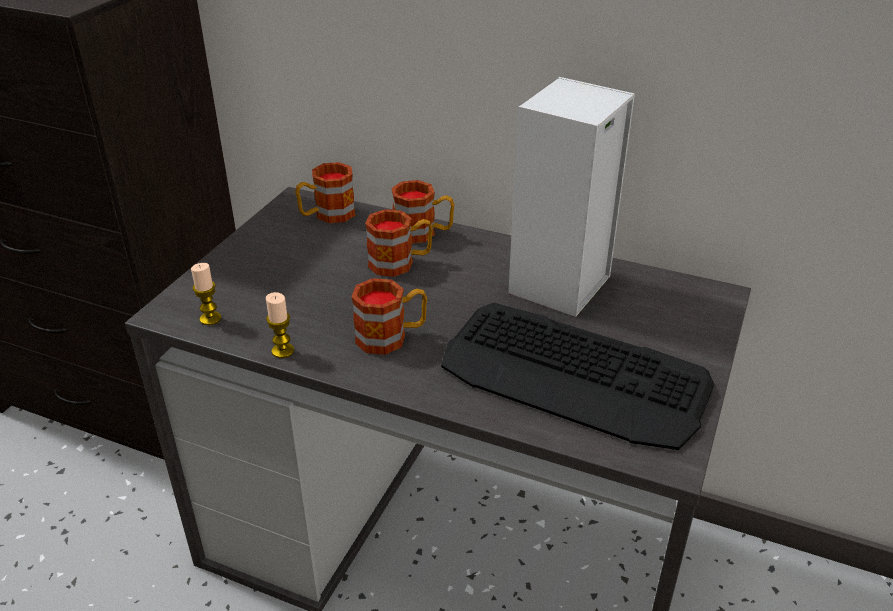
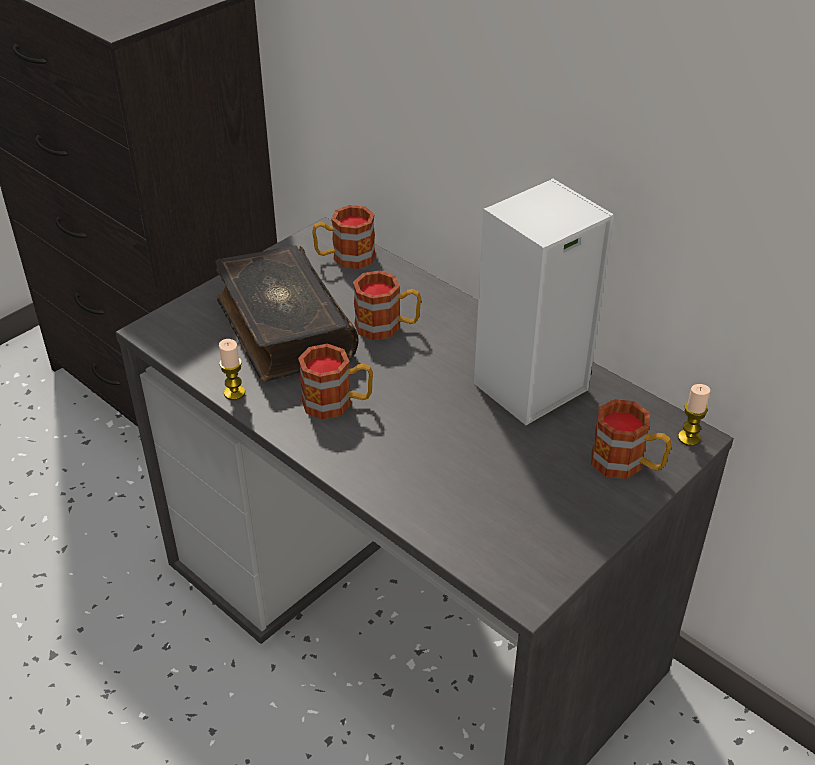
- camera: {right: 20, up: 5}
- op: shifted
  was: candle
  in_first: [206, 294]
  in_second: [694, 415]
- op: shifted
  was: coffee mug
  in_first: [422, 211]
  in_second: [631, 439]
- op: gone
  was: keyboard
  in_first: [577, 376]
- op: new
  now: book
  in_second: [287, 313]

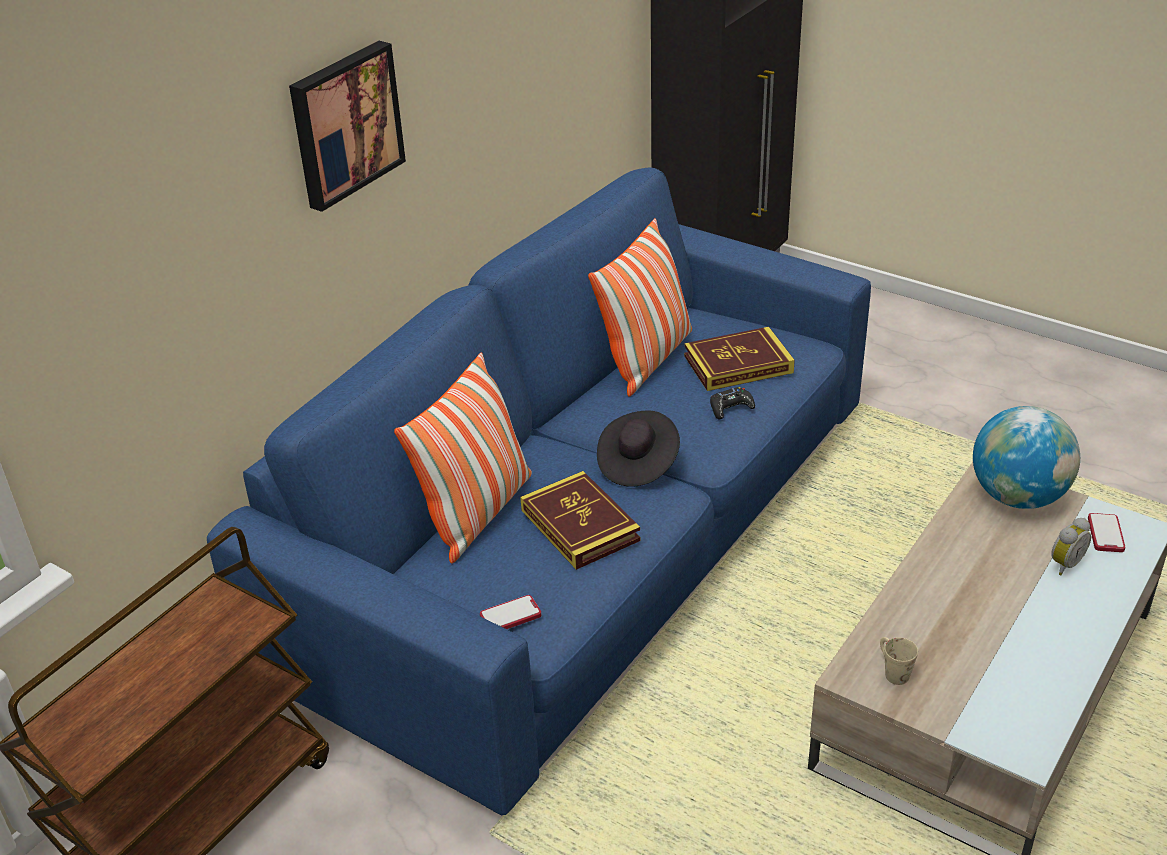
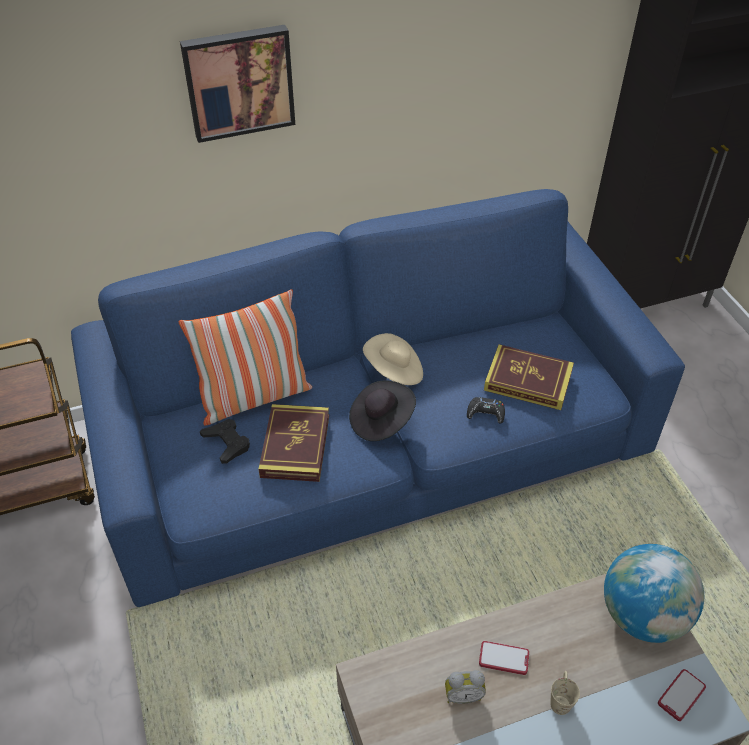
- camera: {right: 35, up: 10}
- op: shifted
  was: phone
  in_first: [510, 612]
  in_second: [504, 658]
- op: gone
  was: pillow
  in_first: [640, 307]
- op: shifted
  was: beige coffee mug
  in_first: [899, 661]
  in_second: [565, 693]
- op: shifted
  was: table clock
  in_first: [1071, 546]
  in_second: [465, 687]
- op: new
  now: blackish joypad
  in_second: [225, 441]
- op: new
  now: beige wearable hat
  in_second: [393, 359]

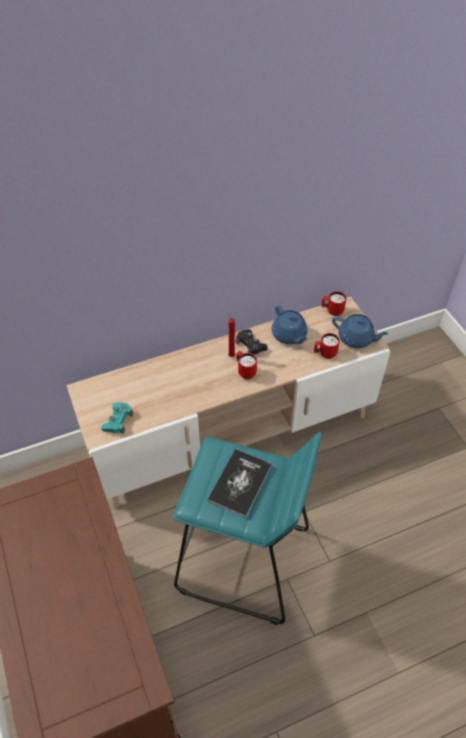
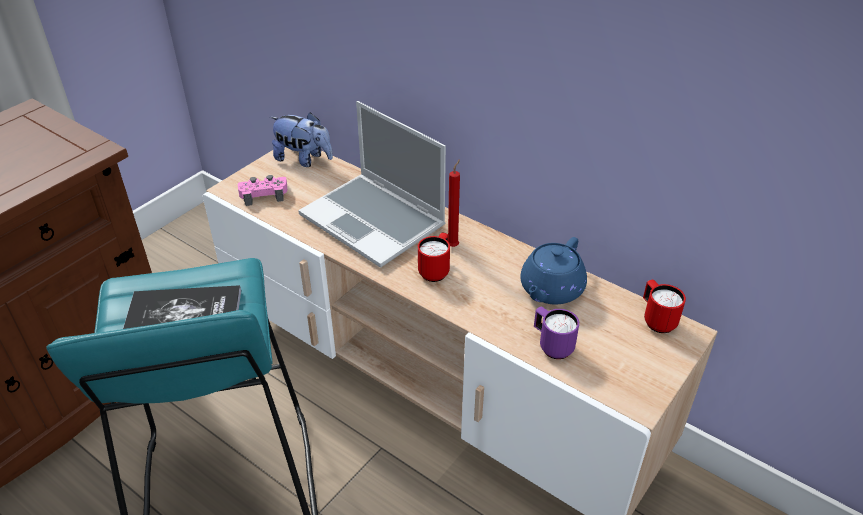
- camera: {right: 60, up: -10}
- op: repainted
  was: turquoise joypad
  now: pink-coloured joypad
  in_first: [117, 418]
  in_second: [262, 190]
- op: gone
  was: blackish joypad
  in_first: [251, 341]
- op: repainted
  was: red coffee mug
  now: purple-coloured coffee mug
  in_first: [327, 346]
  in_second: [556, 333]
- op: gone
  was: blue teapot
  in_first: [360, 331]
- op: new
  now: plush toy
  in_second: [301, 139]
- op: new
  now: notebook computer
  in_second: [372, 184]

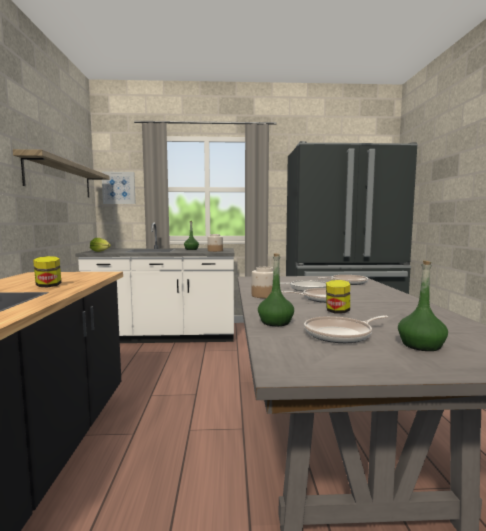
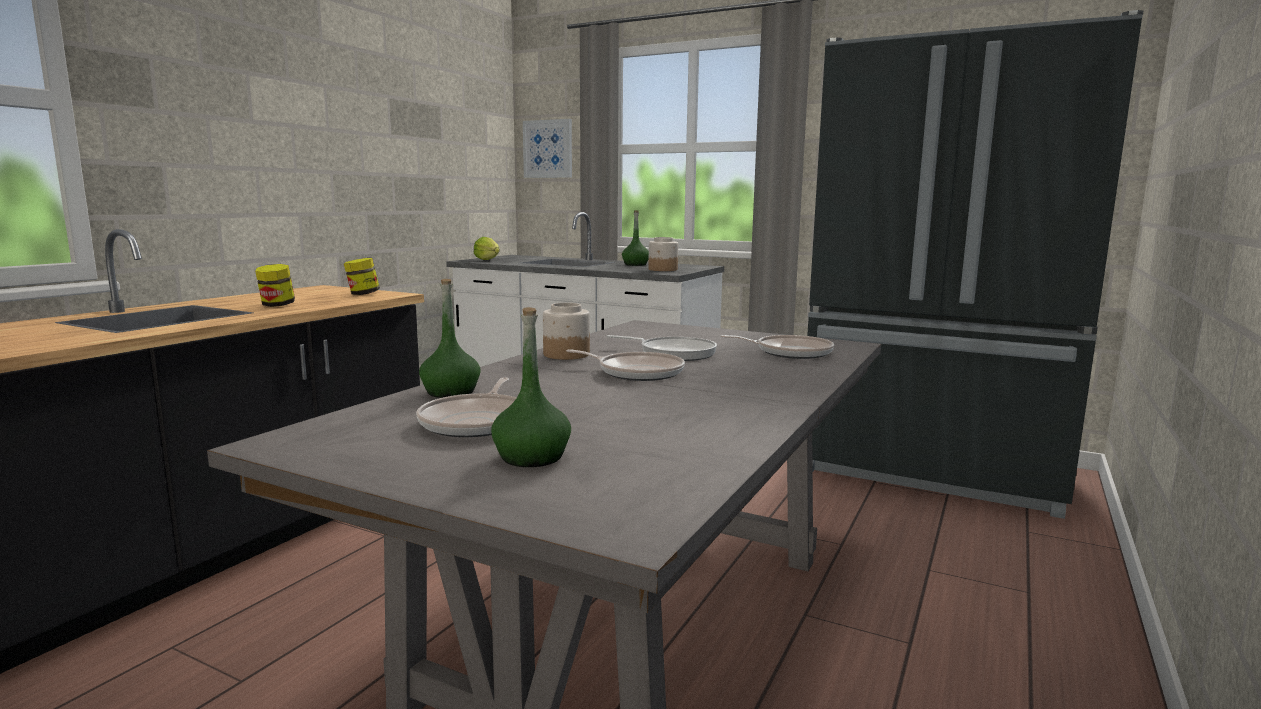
- camera: {right: 30, up: 5}
- op: gone
  was: shelf
  in_first: [61, 173]
- op: rotated
  was: skillet
  in_first: [346, 329]
  in_second: [466, 407]
  clockwise: -90
- op: shifted
  was: storage jar
  in_first: [338, 297]
  in_second: [362, 276]

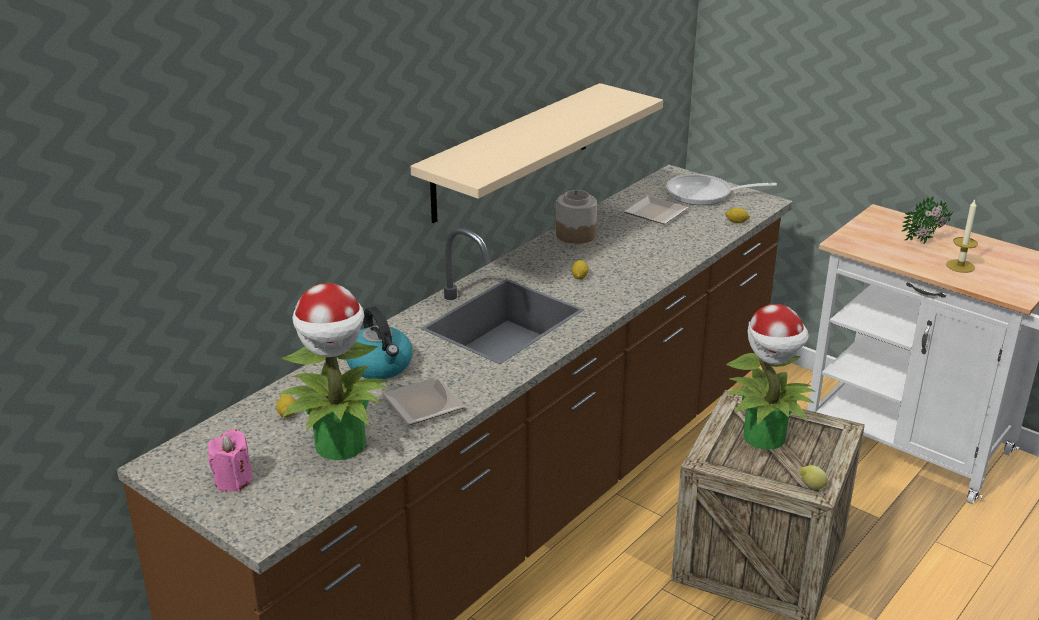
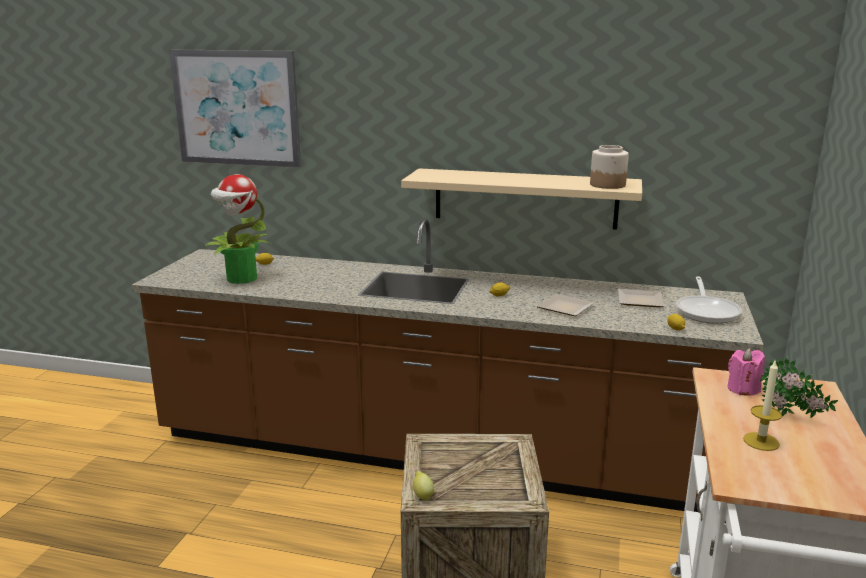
- camera: {right: 65, up: -10}
- op: shifted
  was: pink-coloured candle
  in_first: [230, 460]
  in_second: [746, 372]
- op: gone
  was: kettle
  in_first: [379, 342]
- op: shifted
  was: flat dish
  in_first: [423, 401]
  in_second: [565, 305]
- op: shifted
  was: storage jar
  in_first: [576, 217]
  in_second: [609, 167]
- op: rotated
  was: skillet
  in_first: [721, 189]
  in_second: [709, 300]
  clockwise: -150
- op: gone
  was: plant in a pot
  in_first: [770, 377]
- op: new
  now: wall art
  in_second: [235, 109]

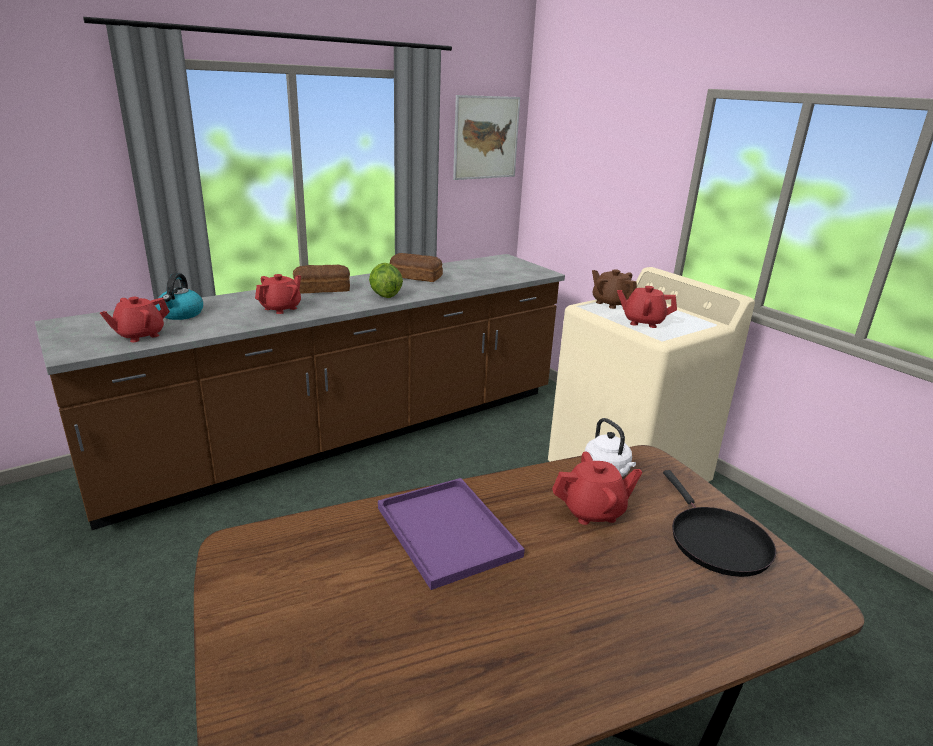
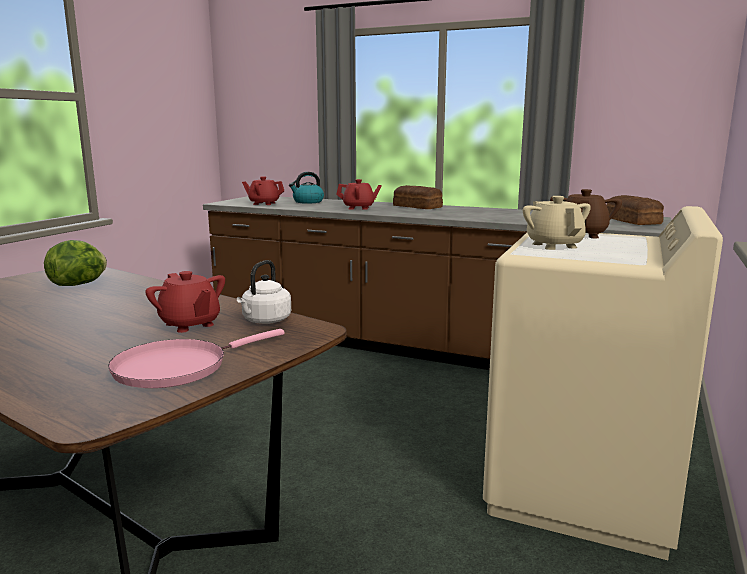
- camera: {right: 60, up: -10}
- op: shifted
  was: head of lettuce
  in_first: [386, 280]
  in_second: [75, 263]
- op: gone
  was: purple-coloured serving tray
  in_first: [451, 534]
- op: shifted
  was: bread
  in_first: [416, 267]
  in_second: [635, 210]
- op: gone
  was: wall art
  in_first: [486, 137]
- op: repainted
  was: red teapot
  now: beige teapot
  in_first: [647, 307]
  in_second: [557, 223]
- op: repainted
  was: blackish skillet
  now: pink-coloured skillet
  in_first: [719, 523]
  in_second: [196, 358]

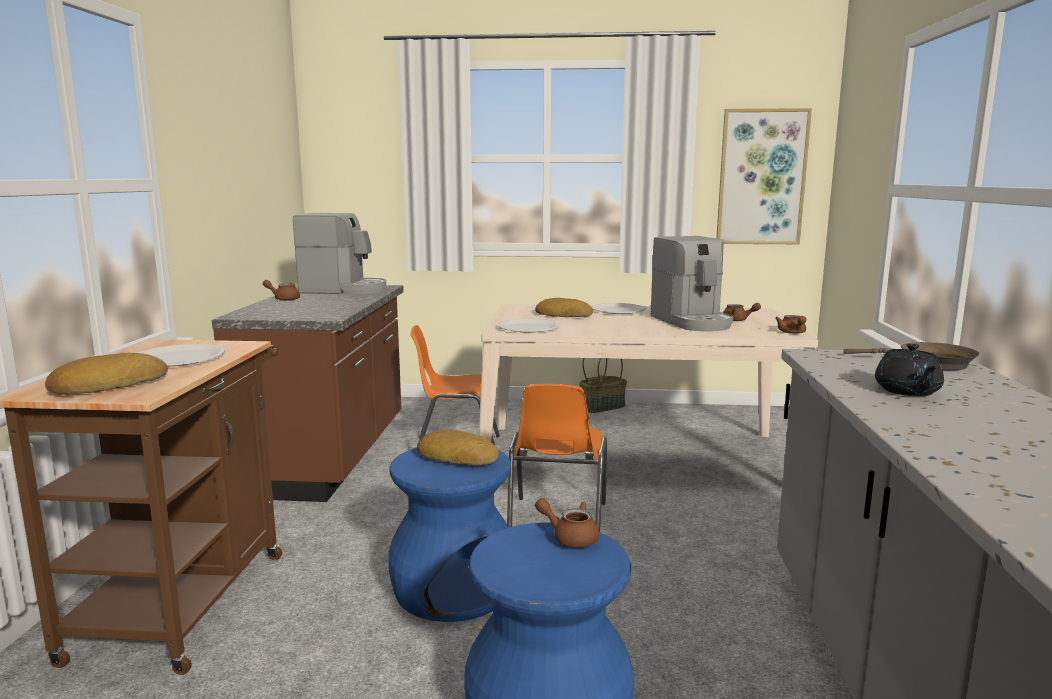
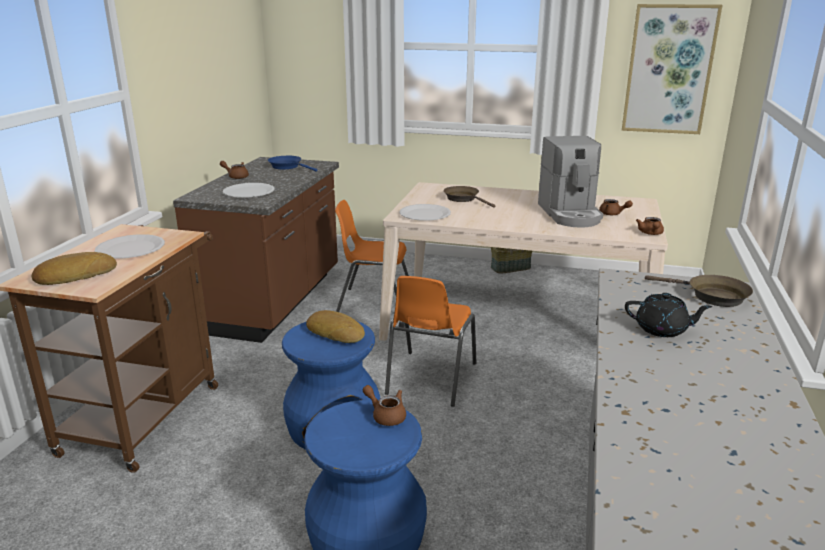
- camera: {right: 10, up: 10}
- op: swapped
  was: coffee maker
  now: blue skillet
  in_first: [339, 253]
  in_second: [293, 164]
- op: swapped
  was: bread
  now: brown skillet
  in_first: [564, 307]
  in_second: [469, 197]
- op: shifted
  was: white-coloured flat dish
  in_first: [618, 308]
  in_second: [248, 190]
- op: rotated
  was: blackish teapot
  in_first: [909, 370]
  in_second: [668, 315]
  clockwise: -90

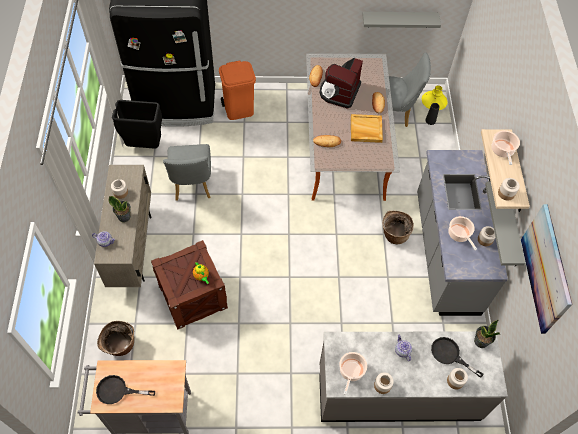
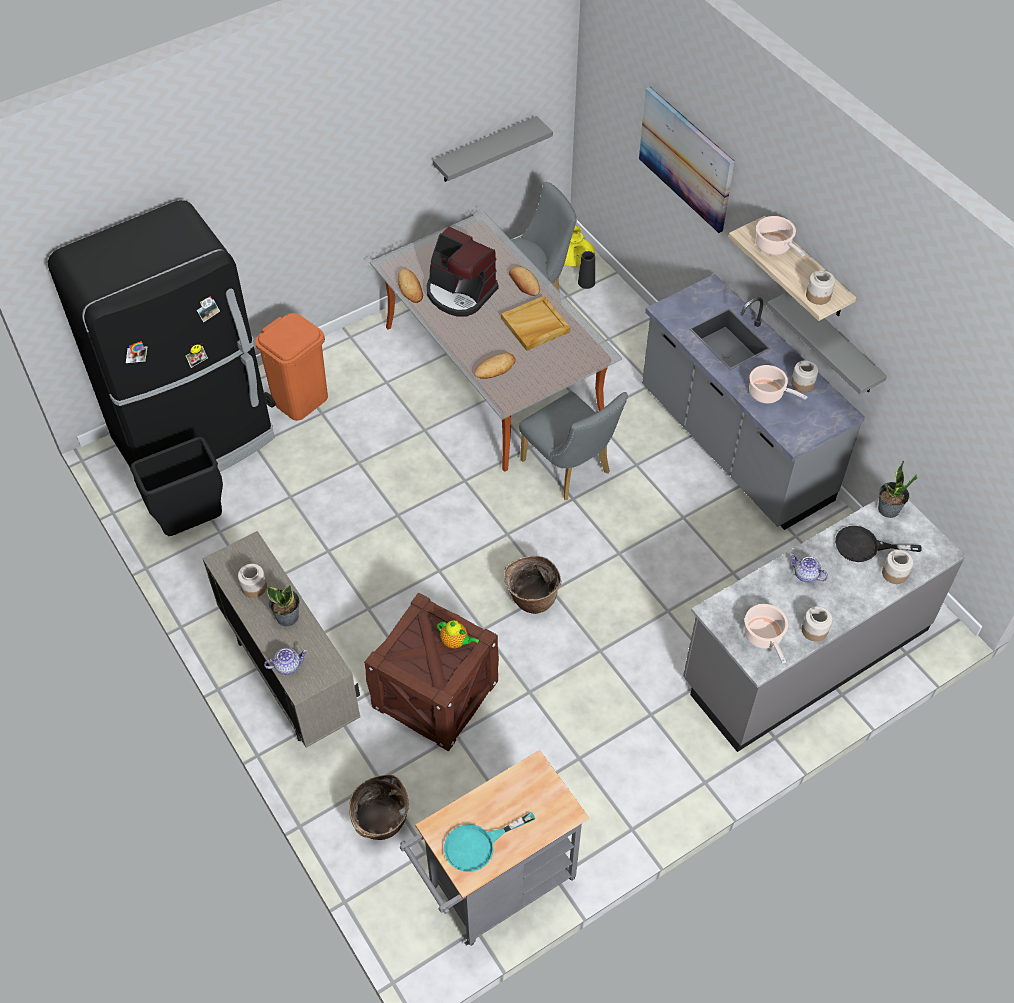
- camera: {right: -30, up: -5}
- op: repainted
  was: blackish skillet
  now: turquoise skillet
  in_first: [125, 389]
  in_second: [489, 842]
- op: shifted
  was: grey upright chair
  in_first: [187, 172]
  in_second: [573, 446]
- op: rotated
  was: coffee maker
  in_first: [341, 83]
  in_second: [462, 272]
  clockwise: -45
- op: shifted
  was: storage basket
  in_first: [398, 227]
  in_second: [532, 585]
- op: shifted
  was: wall art
  in_first: [547, 269]
  in_second: [687, 160]

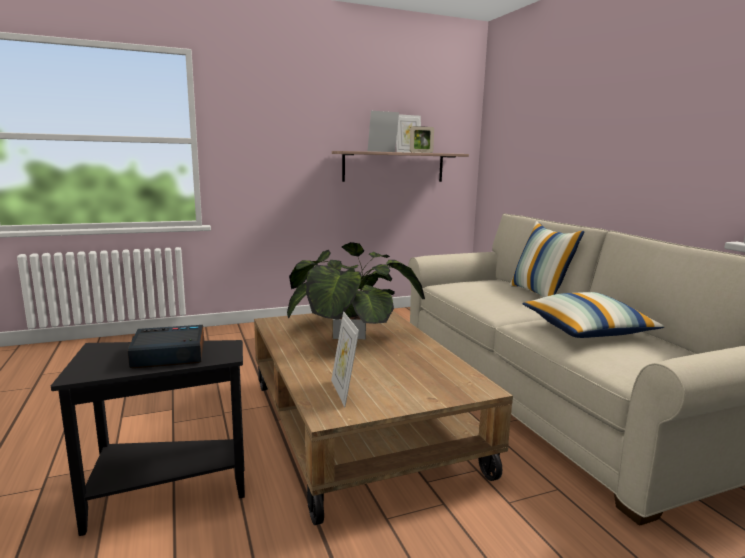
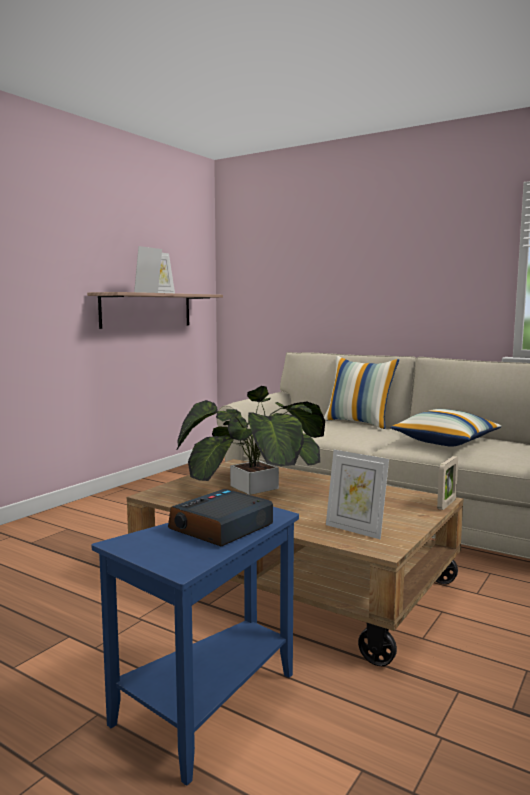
- camera: {right: -35, up: -5}
- op: repainted
  was: blackish end table
  now: blue end table
  in_first: [148, 438]
  in_second: [195, 646]
- op: shifted
  was: standing frame
  in_first: [422, 139]
  in_second: [447, 483]

